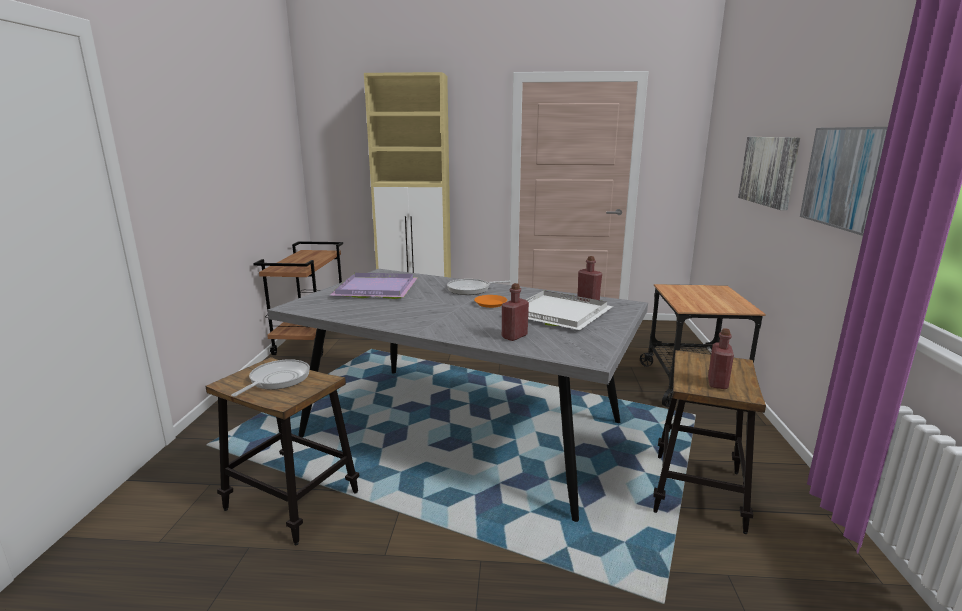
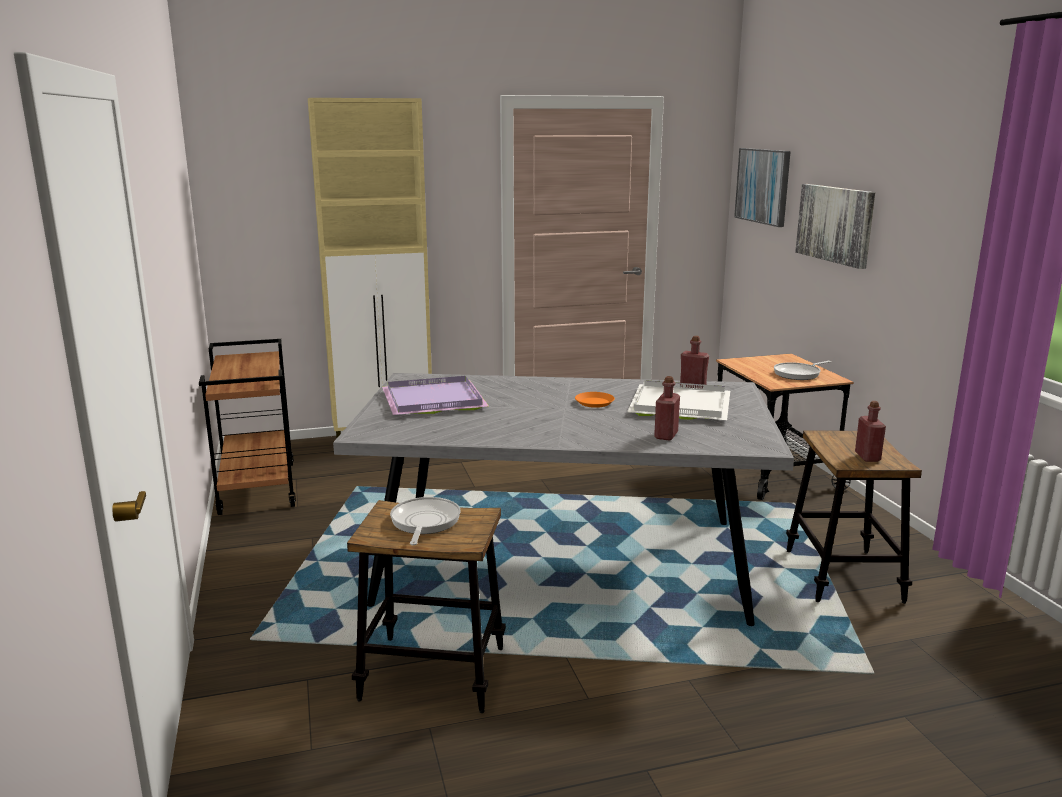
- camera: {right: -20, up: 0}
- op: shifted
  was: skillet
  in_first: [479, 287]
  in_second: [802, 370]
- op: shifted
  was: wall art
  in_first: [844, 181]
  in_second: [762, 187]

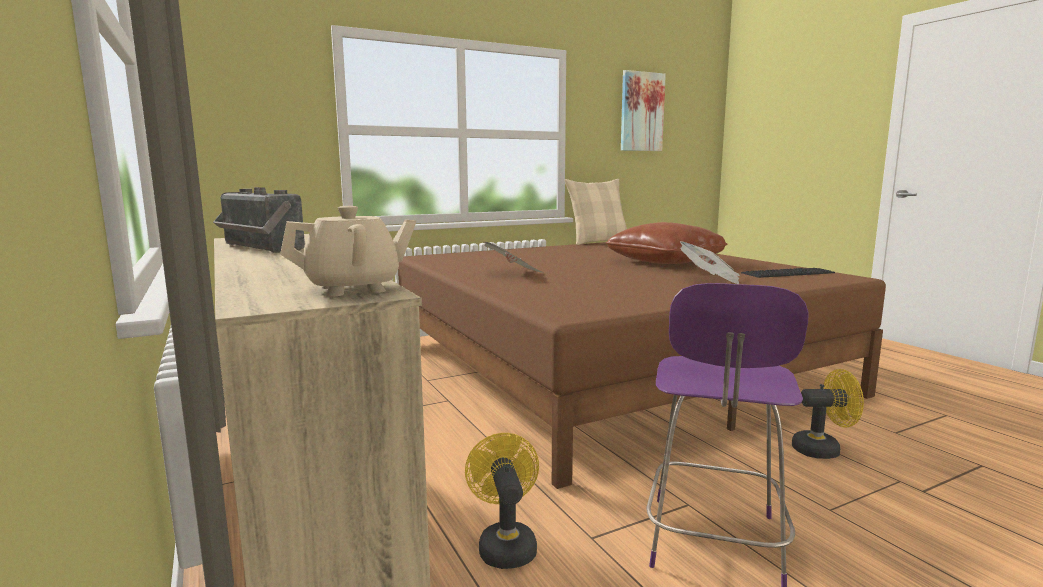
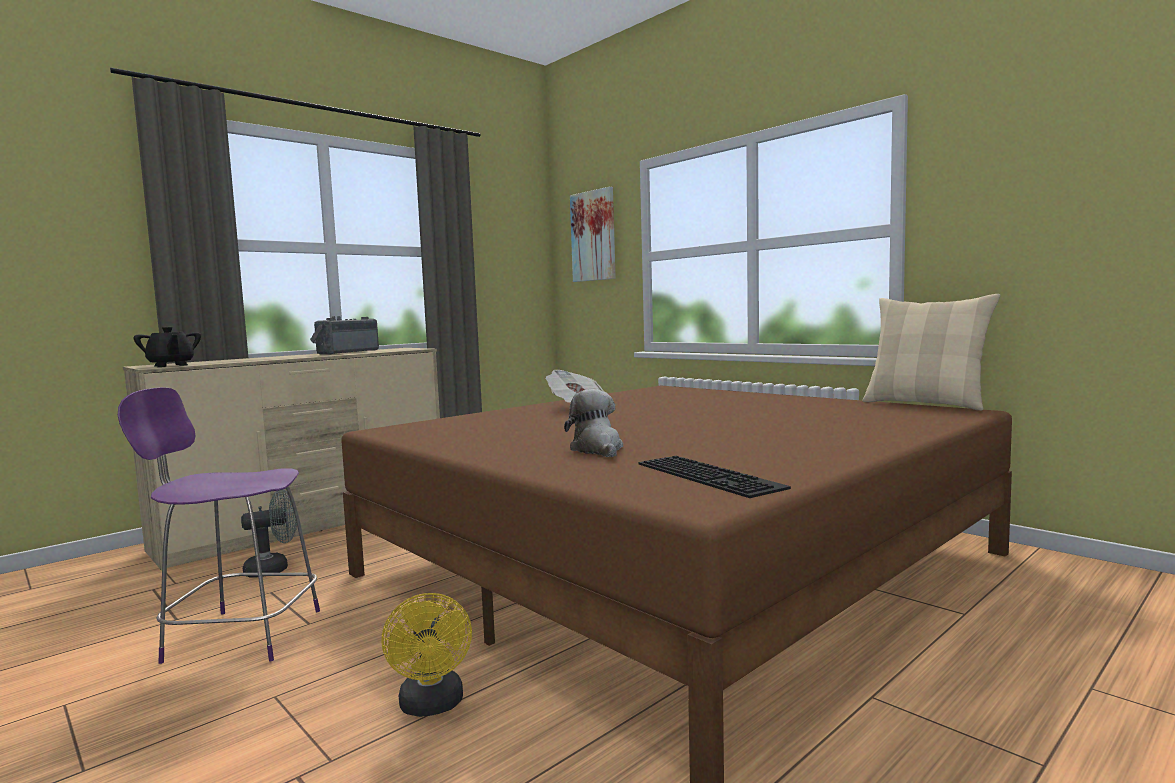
- camera: {right: 75, up: -5}
- op: repainted
  was: beige teapot
  now: blackish teapot
  in_first: [348, 251]
  in_second: [167, 347]
- op: repainted
  was: yellow-coloured fan
  now: grey fan
  in_first: [502, 501]
  in_second: [269, 534]
- op: gone
  was: brown pillow
  in_first: [666, 243]
- op: shifted
  was: wall art
  in_first: [643, 110]
  in_second: [593, 234]
- op: swapped
  was: newspaper
  now: plush toy
  in_first: [710, 262]
  in_second: [593, 423]

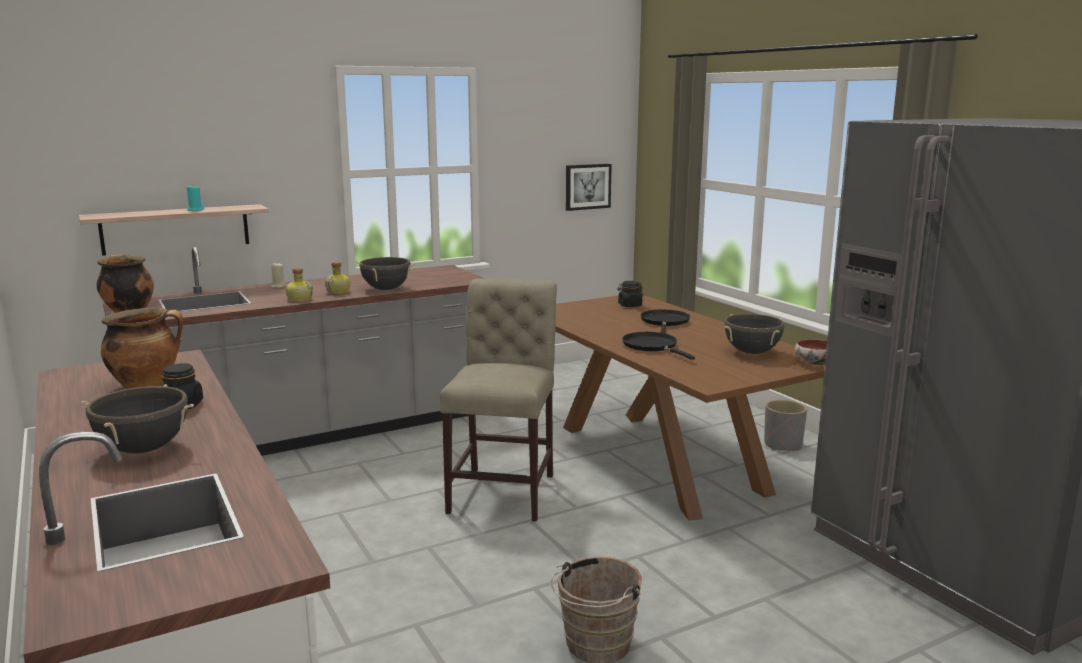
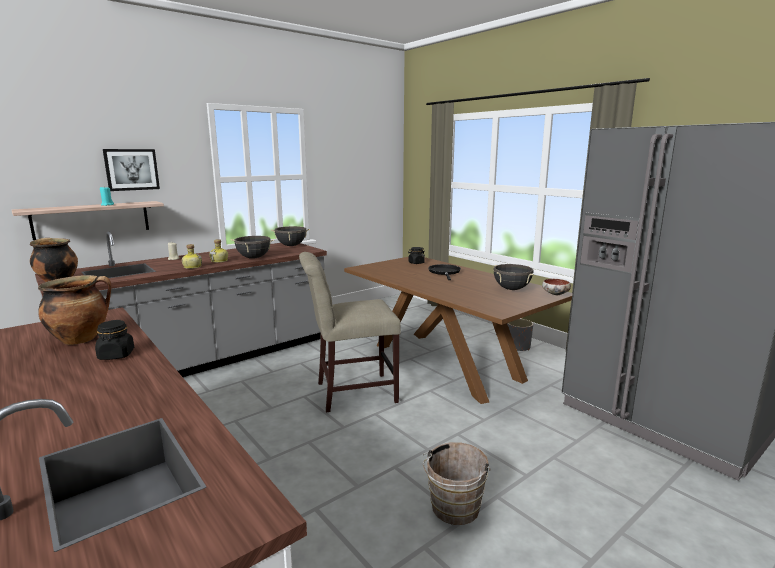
- camera: {right: -10, up: 0}
- op: shifted
  was: blackish saucepot
  in_first: [138, 418]
  in_second: [290, 236]
- op: rotated
  was: beige upright chair
  in_first: [498, 400]
  in_second: [350, 332]
  clockwise: -105
- op: shifted
  was: wall art
  in_first: [589, 187]
  in_second: [131, 170]
- op: gone
  was: blackish skillet
  in_first: [658, 346]

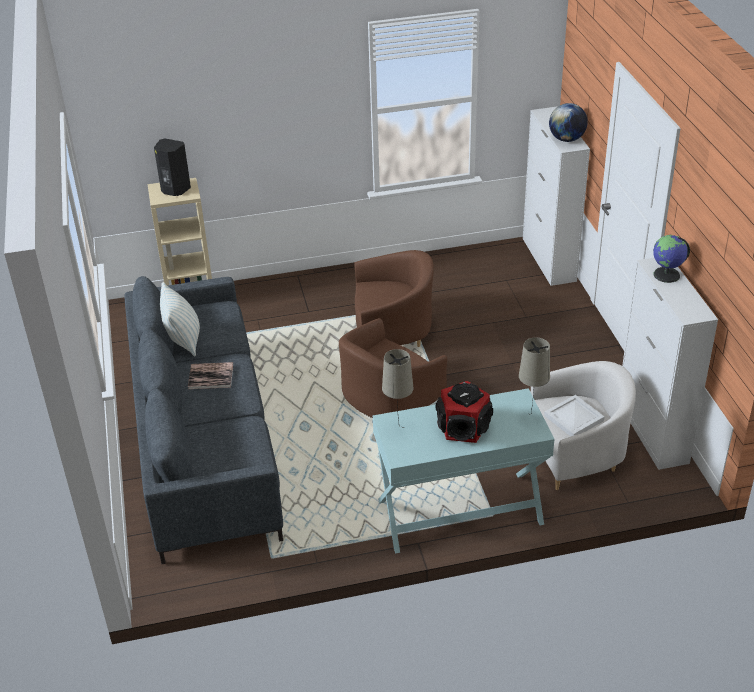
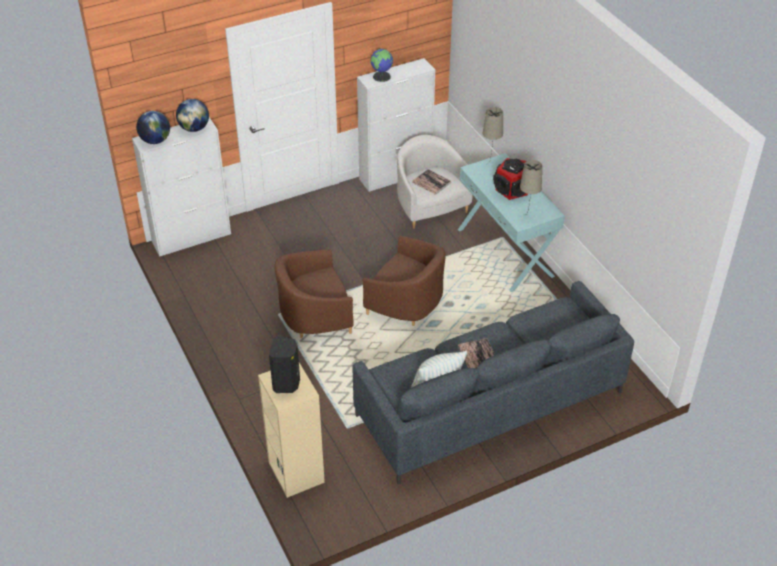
- camera: {right: -105, up: 5}
- op: rotated
  was: brown armchair
  in_first: [394, 298]
  in_second: [314, 294]
  clockwise: -90
- op: swapped
  was: white-coloured serving tray
  now: book
  in_first: [574, 415]
  in_second: [431, 182]
- op: new
  now: desk globe
  in_second: [153, 127]

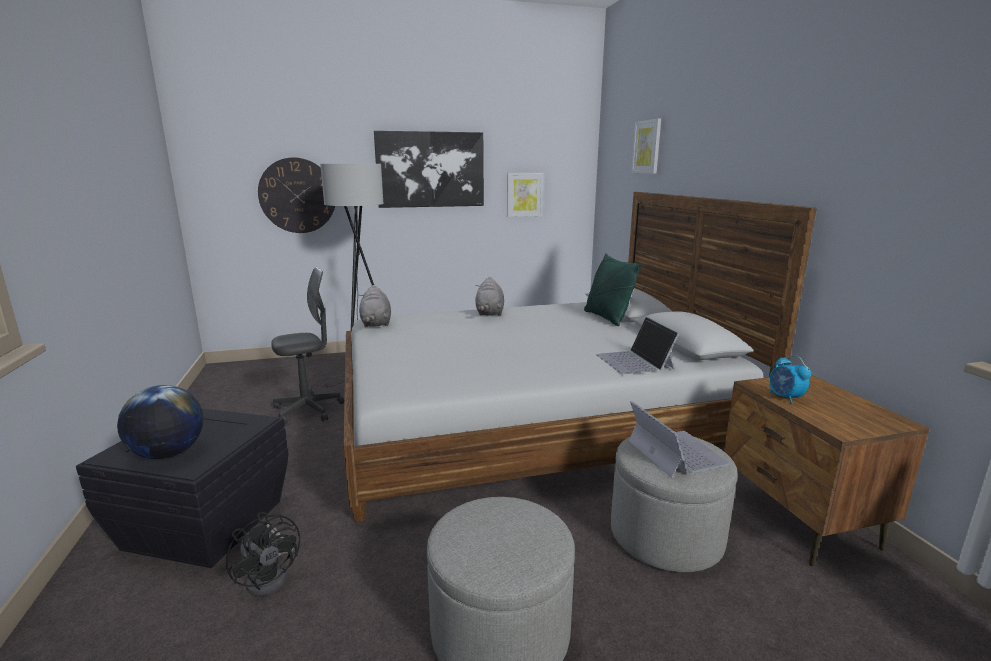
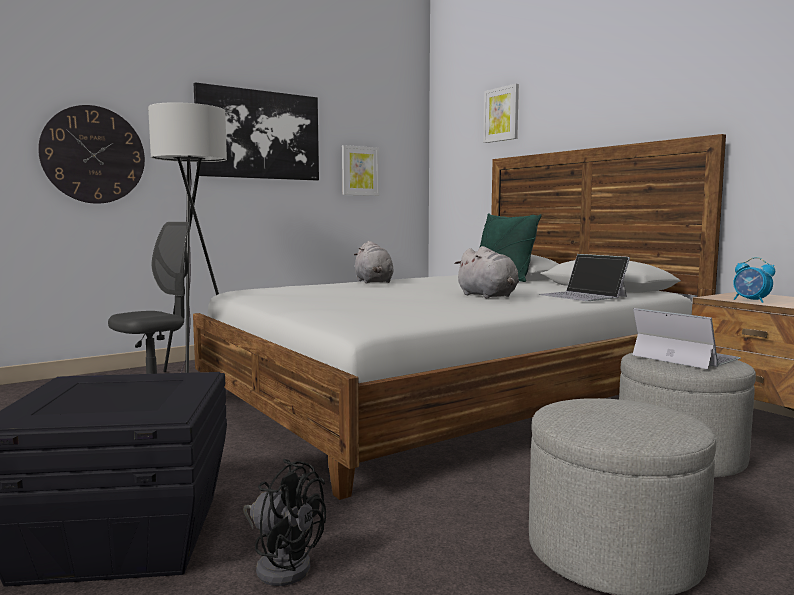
- camera: {right: -20, up: -10}
- op: gone
  was: desk globe
  in_first: [160, 422]
- op: shifted
  was: grey plush toy
  in_first: [375, 306]
  in_second: [486, 272]

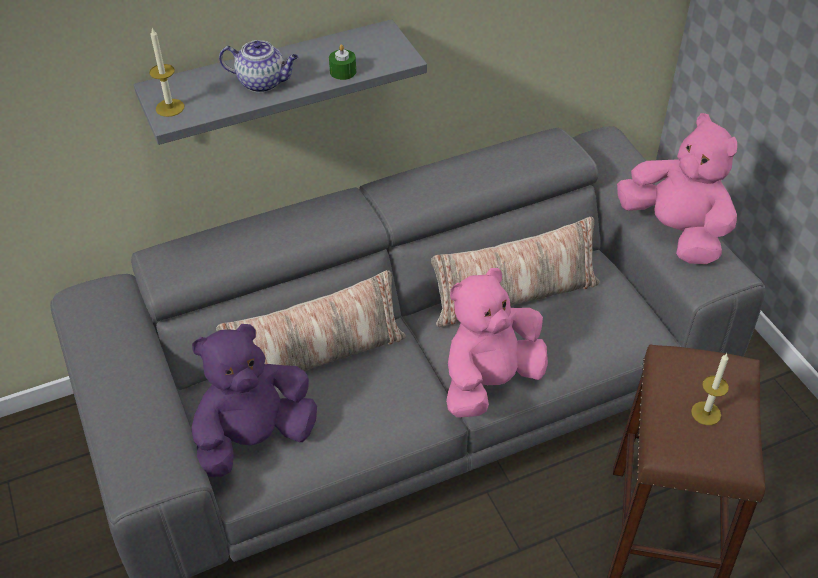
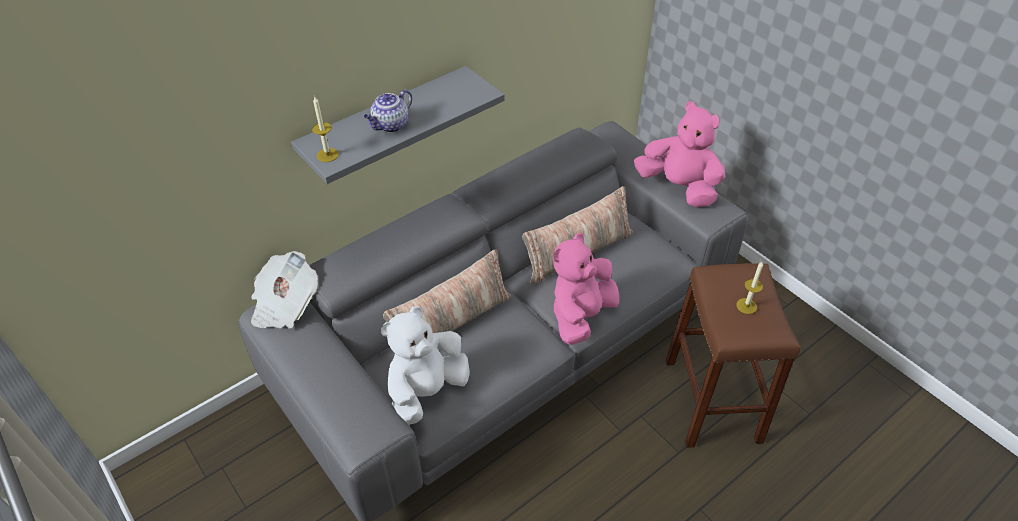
- camera: {right: -15, up: 0}
- op: repainted
  was: purple-coloured plush toy
  now: white-coloured plush toy
  in_first: [254, 400]
  in_second: [425, 365]
- op: rotated
  was: teapot
  in_first: [259, 66]
  in_second: [388, 111]
  clockwise: 135
- op: gone
  was: green-coloured candle
  in_first: [342, 62]
- op: new
  now: newspaper
  in_second: [284, 290]

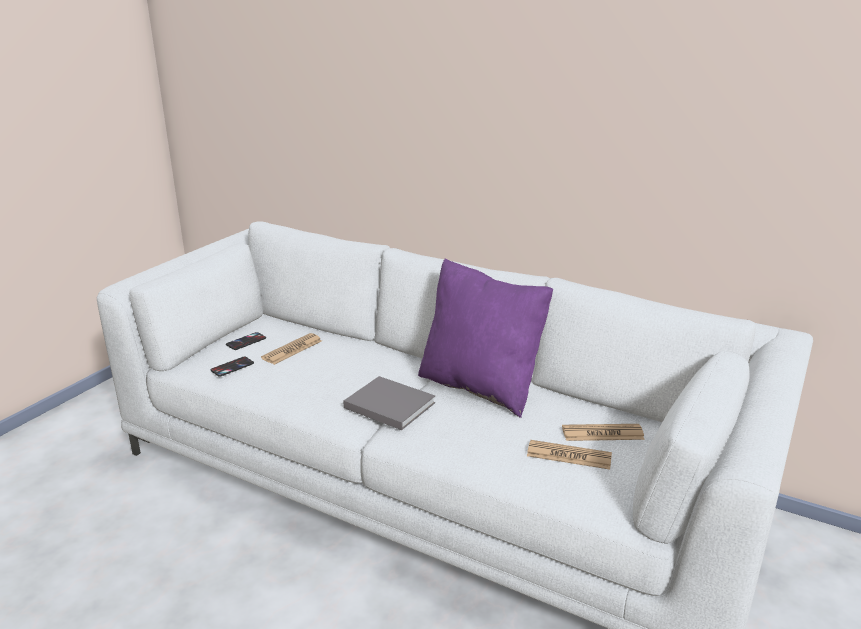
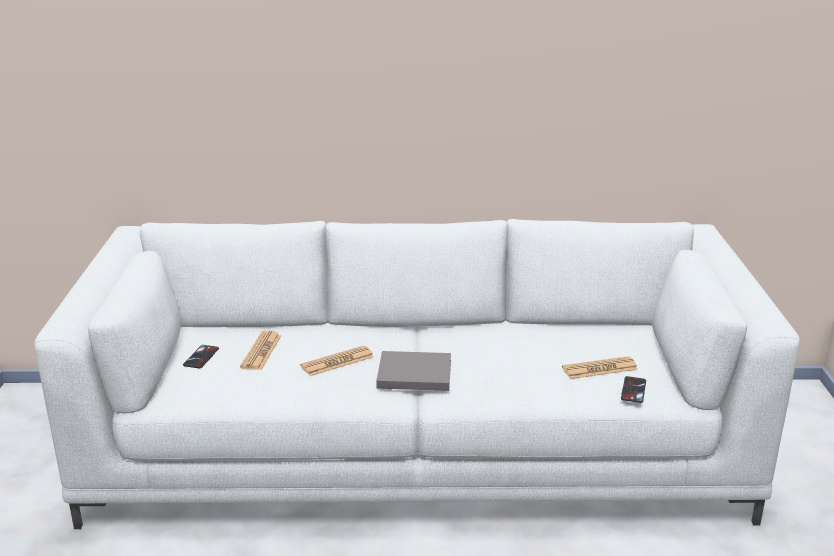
- camera: {right: -30, up: 0}
- op: shifted
  was: phone
  in_first: [232, 366]
  in_second: [633, 389]
- op: gone
  was: purple-coloured pillow
  in_first: [485, 338]
- op: shifted
  was: newspaper
  in_first: [603, 432]
  in_second: [337, 361]

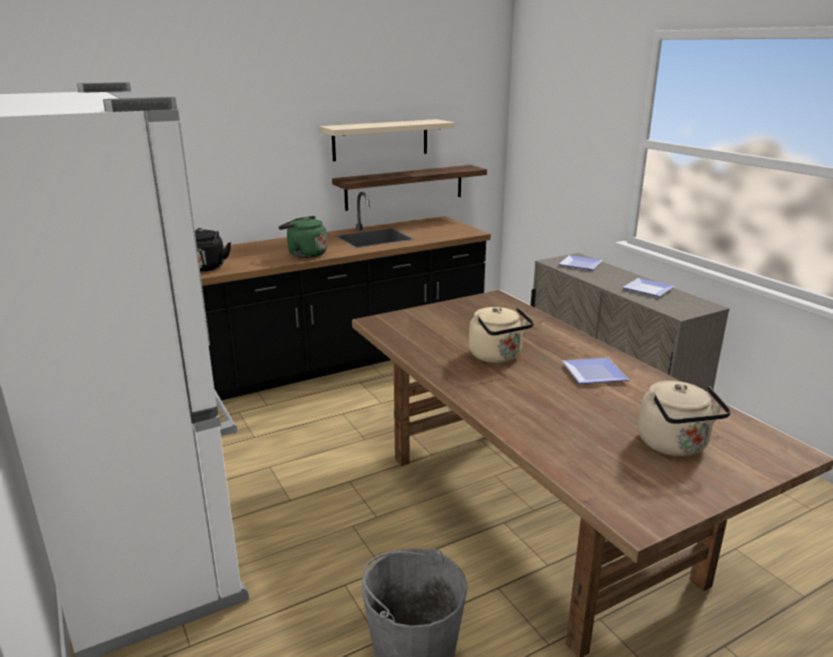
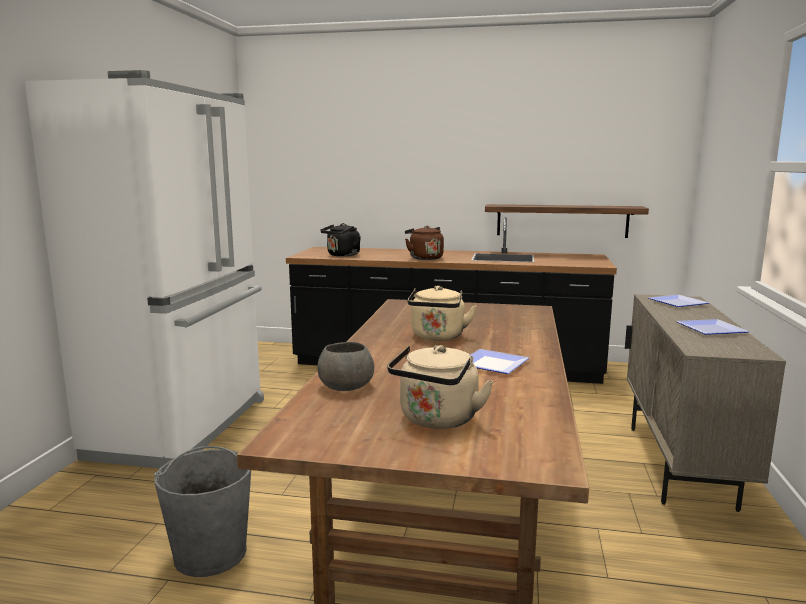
- camera: {right: 40, up: -10}
- op: repainted
  was: green-coloured kettle
  now: brown kettle
  in_first: [302, 237]
  in_second: [424, 243]
- op: gone
  was: beige shelf
  in_first: [387, 140]
- op: new
  now: grey bowl
  in_second: [345, 366]

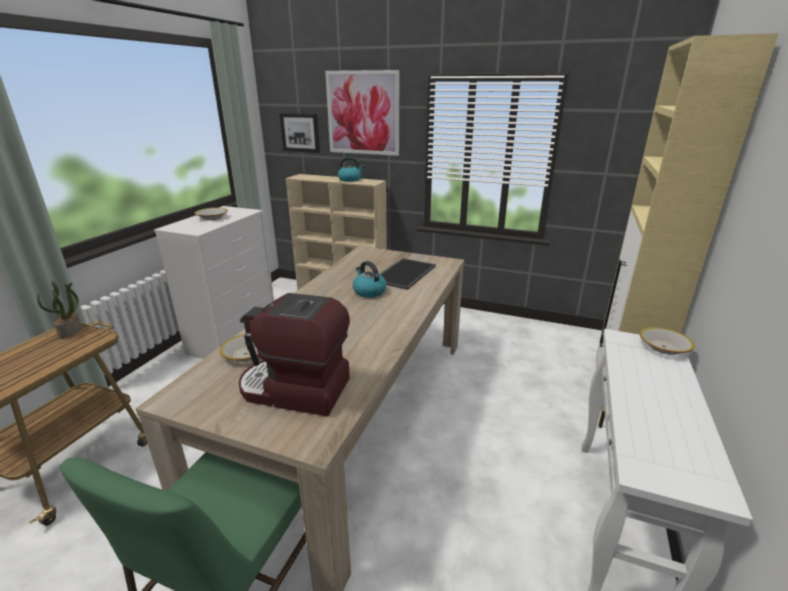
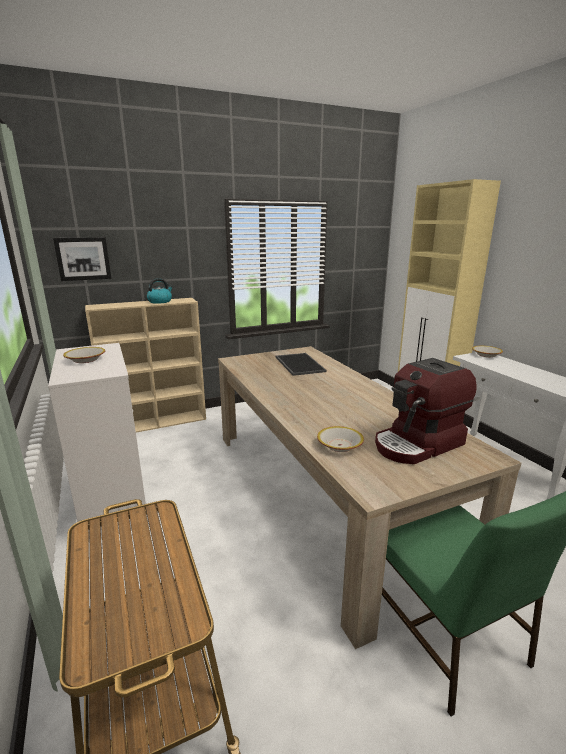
- camera: {right: -45, up: -5}
- op: gone
  was: plant in a pot
  in_first: [59, 309]
- op: gone
  was: wall art
  in_first: [362, 113]
- op: gone
  was: kettle
  in_first: [370, 279]

